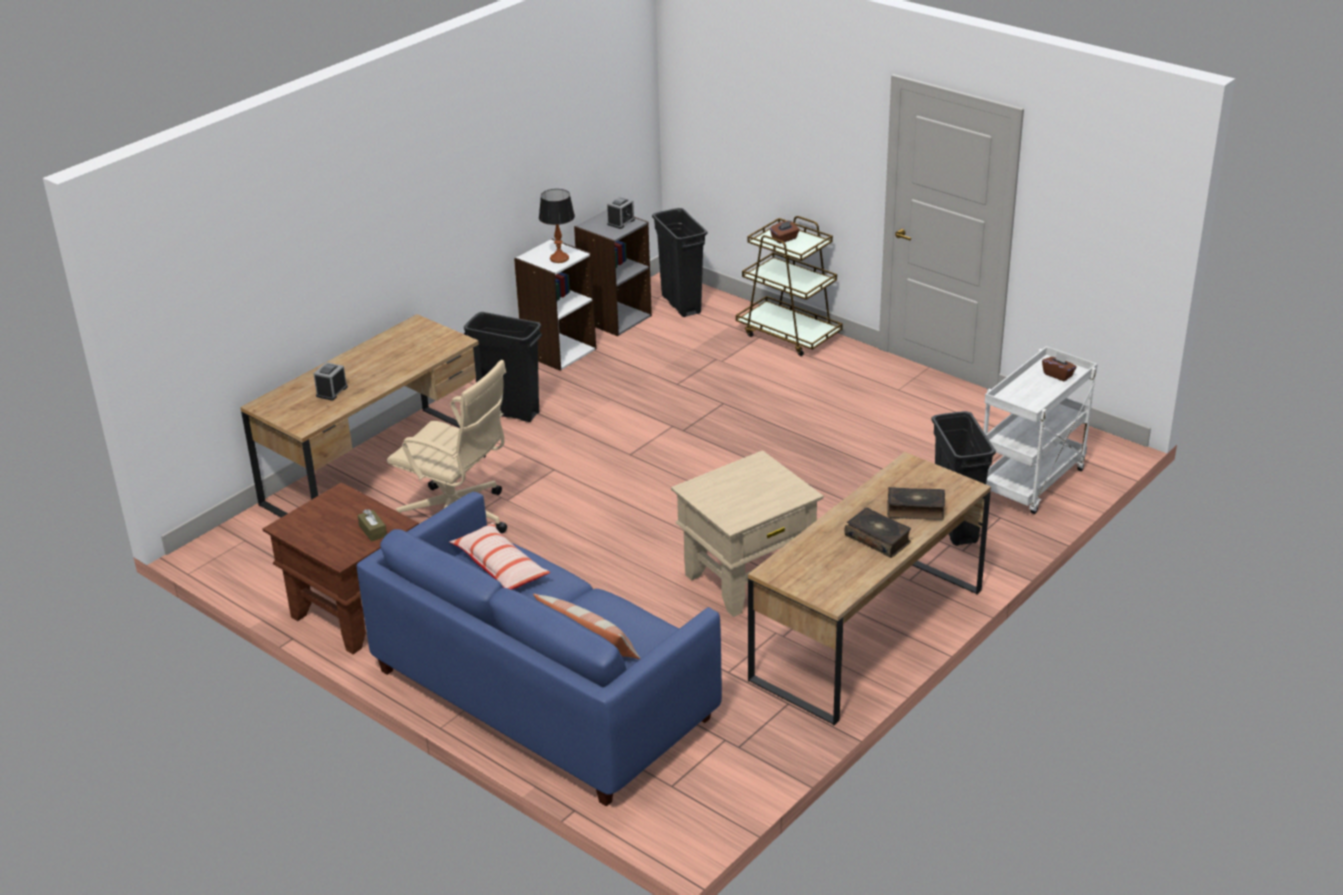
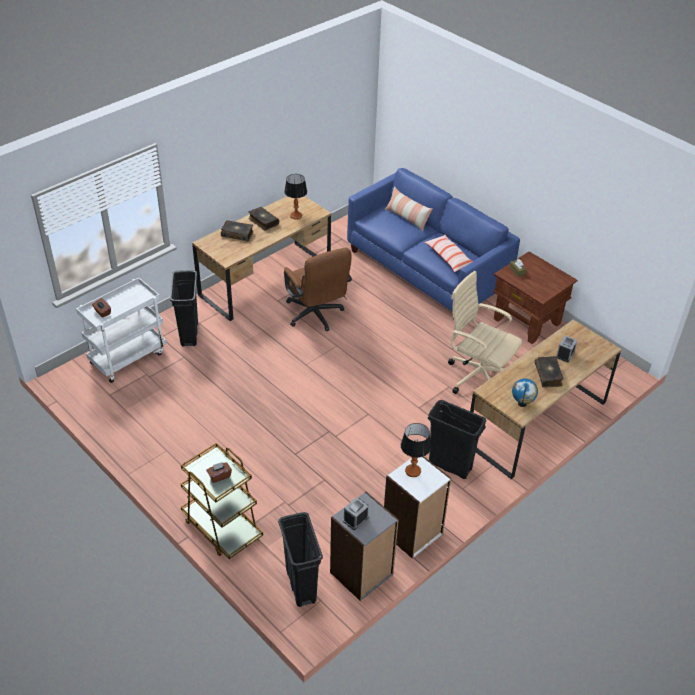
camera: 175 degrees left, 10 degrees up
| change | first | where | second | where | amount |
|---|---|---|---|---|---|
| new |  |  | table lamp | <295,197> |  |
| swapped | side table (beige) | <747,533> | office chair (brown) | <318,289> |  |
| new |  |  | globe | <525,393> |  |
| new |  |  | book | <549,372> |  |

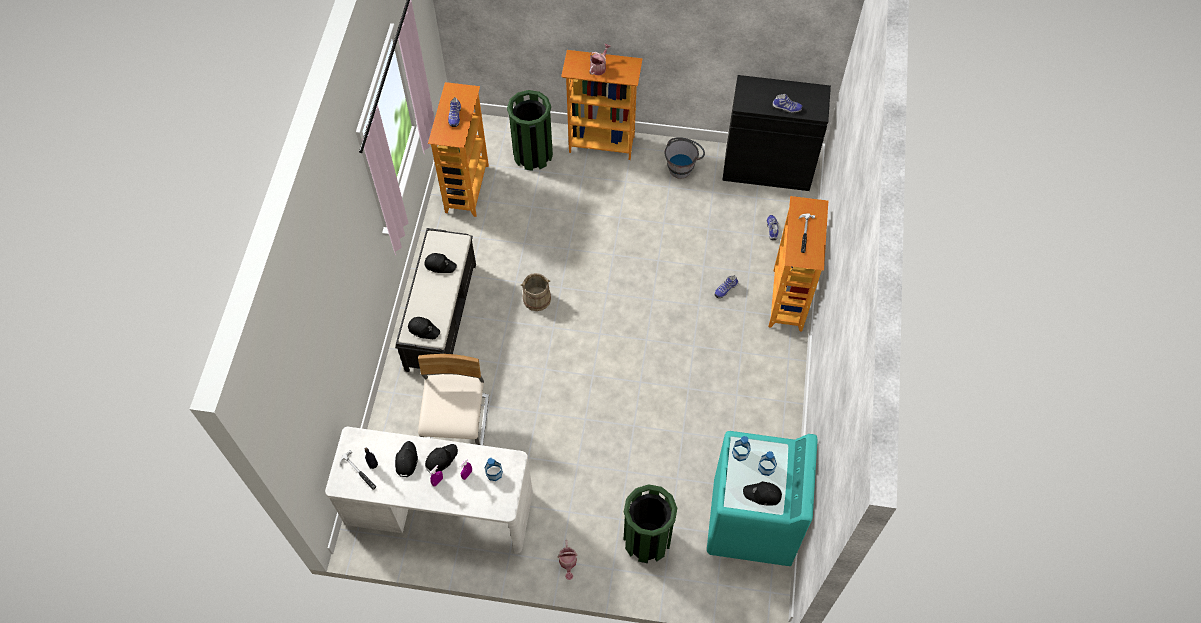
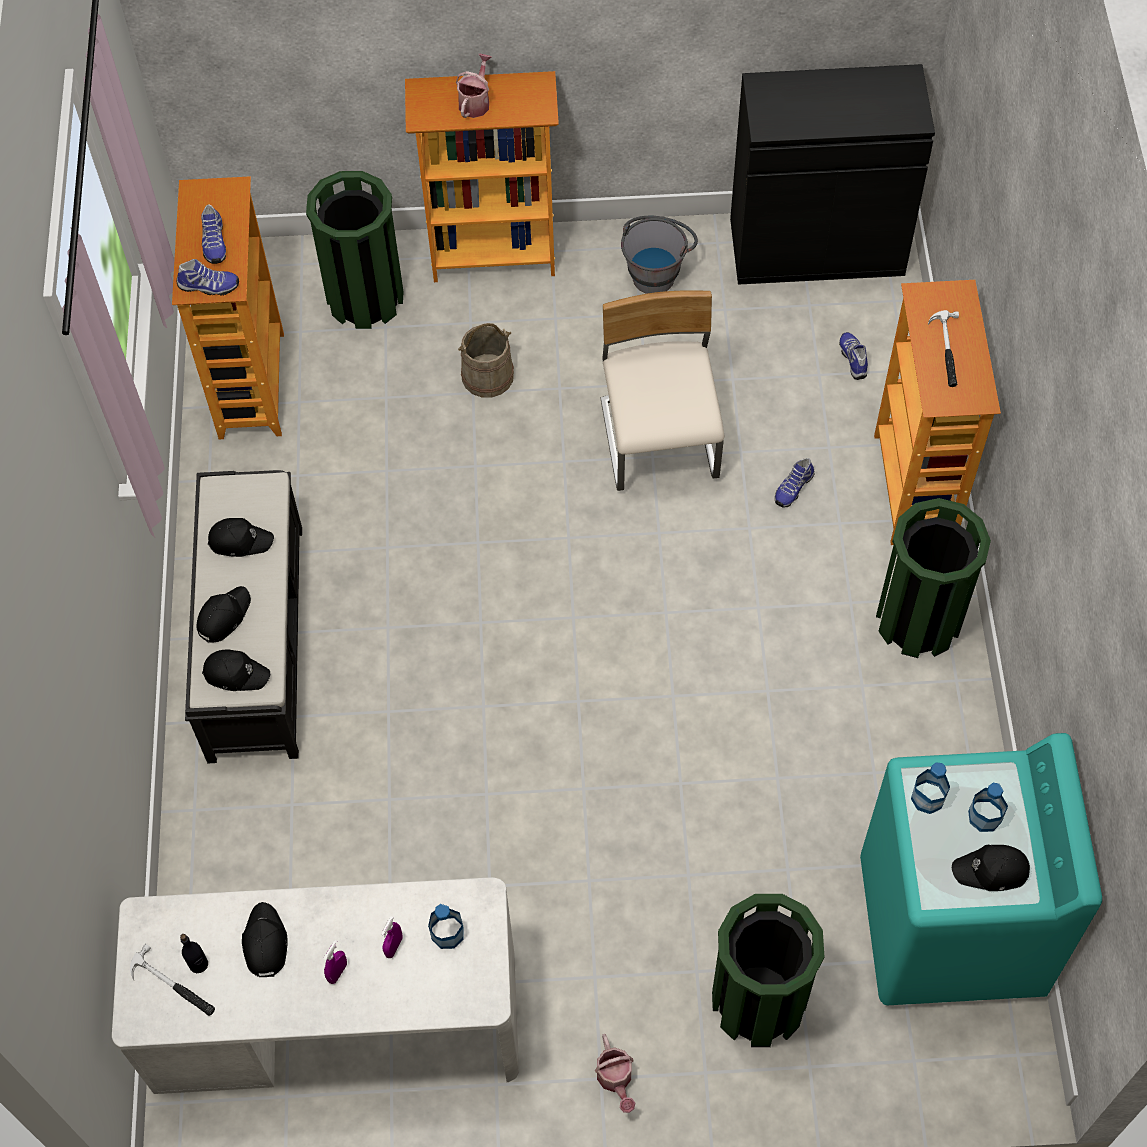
camera: 10 degrees left, 0 degrees up
| change | first | where | second | where | amount |
|---|---|---|---|---|---|
| shifted | shoe | <787,104> |  | <207,277> |  |
| shifted | cap (black) | <441,458> |  | <224,614> |  |
| shifted | bucket (beige) | <535,292> |  | <486,360> |  |
| shifted | chair (beige) | <453,399> |  | <662,390> |  |
| new |  |  | trash can (green) | <933,578> |  |

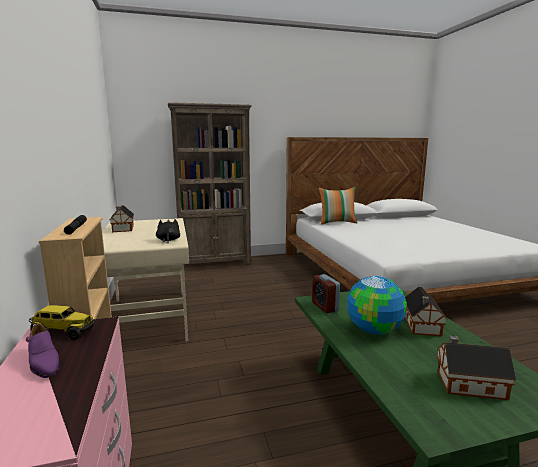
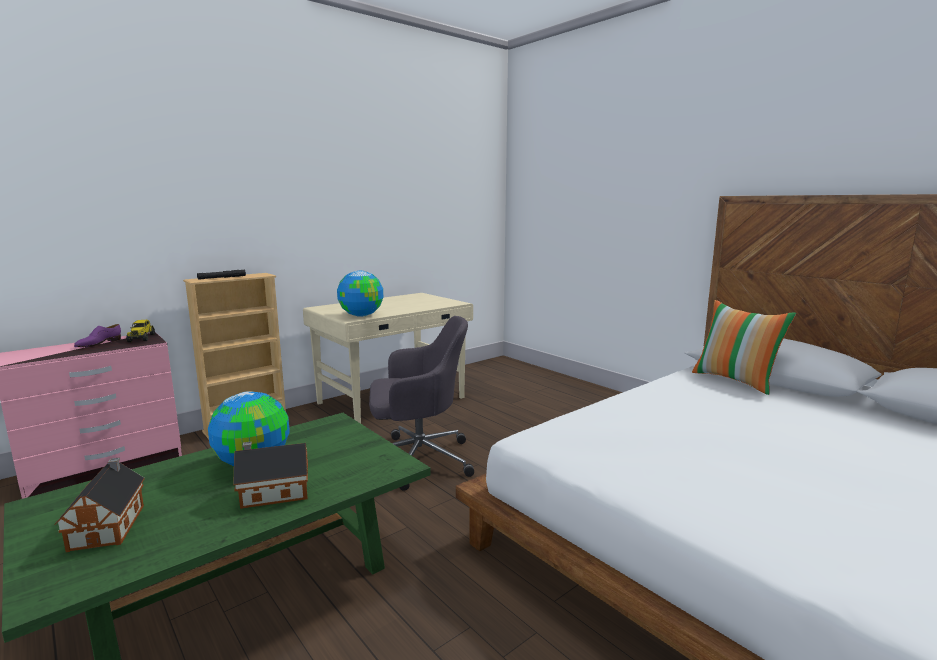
camera: 65 degrees right, 0 degrees up
| change | first | where | second | where | amount |
|---|---|---|---|---|---|
| swapped | plush toy (black) | <168,231> | globe | <360,294> |  |
| new |  |  | office chair (grey) | <421,403> |  |
| gone | toy house | <122,218> |  |  |  |
| gone | bookcase (brown) | <210,186> |  |  |  |
| gone | alarm clock | <326,293> |  |  |  |

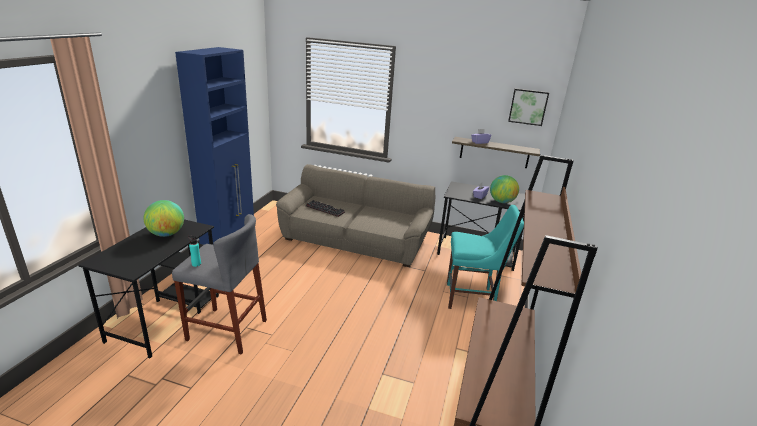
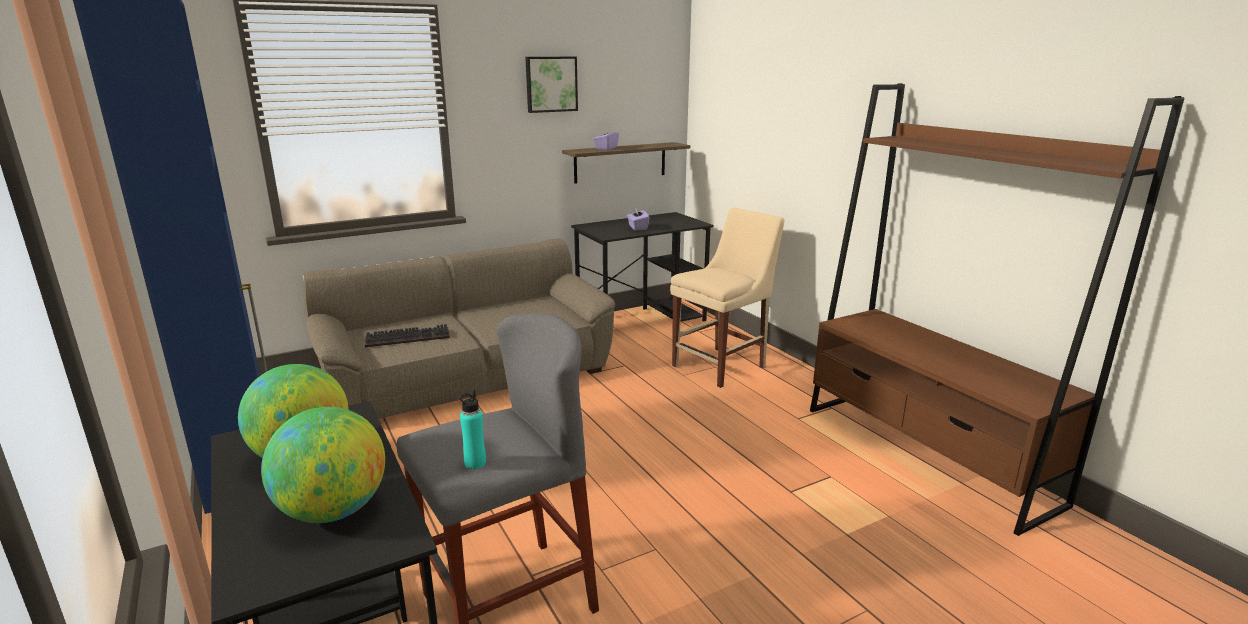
camera: 45 degrees left, 5 degrees down
| change | first | where | second | where | amount |
|---|---|---|---|---|---|
| shifted | globe | <504,189> |  | <323,465> |  |
| shifted | picture | <528,107> |  | <551,85> |  |
| repainted | chair (turquoise) | <485,257> | chair (beige) | <727,297> |  |

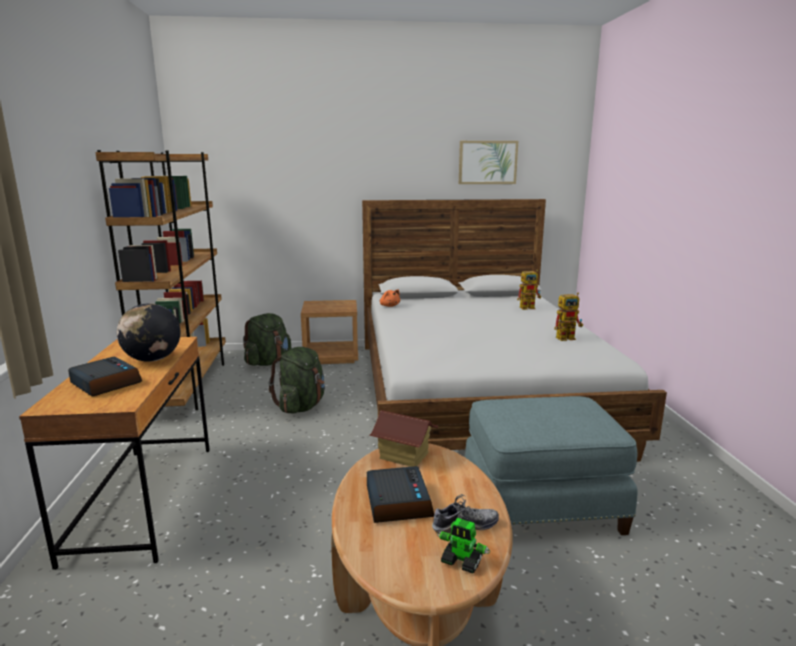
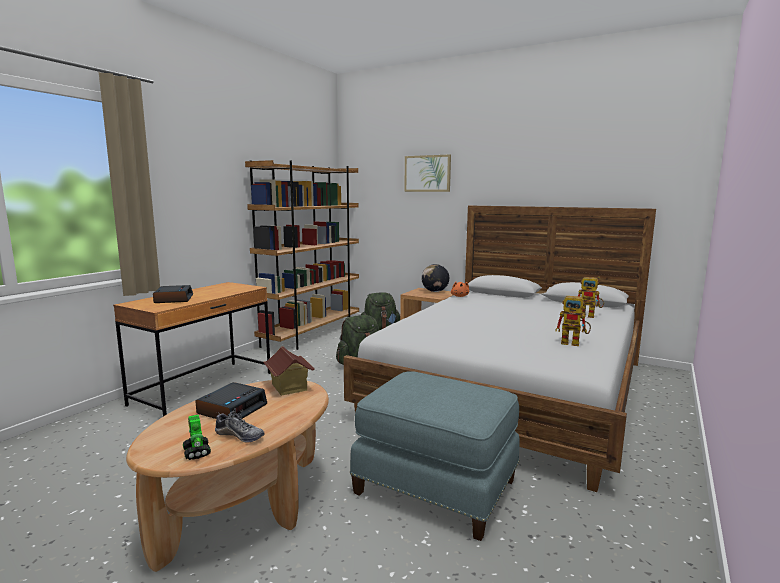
camera: 35 degrees right, 5 degrees down
| change | first | where | second | where | amount |
|---|---|---|---|---|---|
| shifted | picture | <488,162> |  | <427,173> |  |
| shifted | globe | <148,332> |  | <435,278> |  |

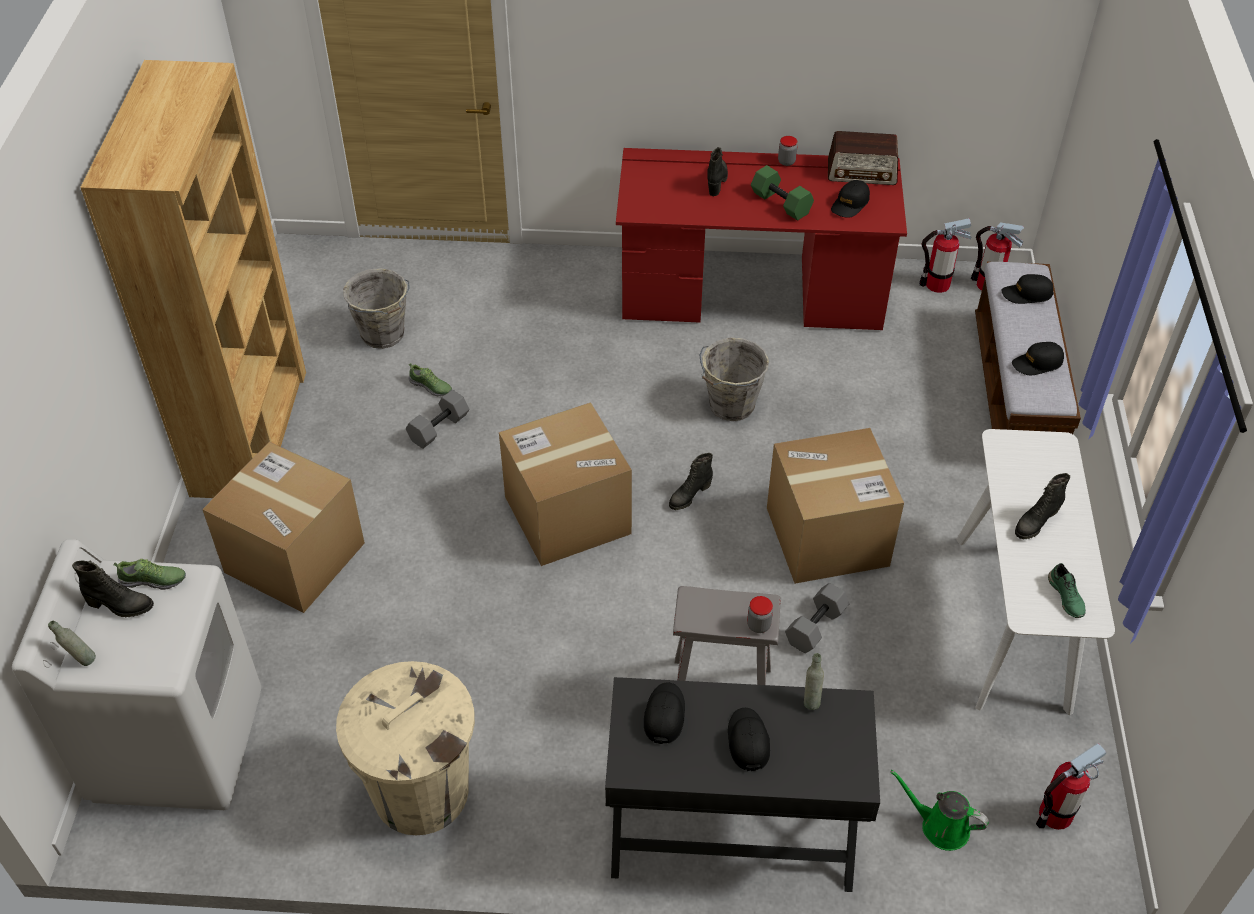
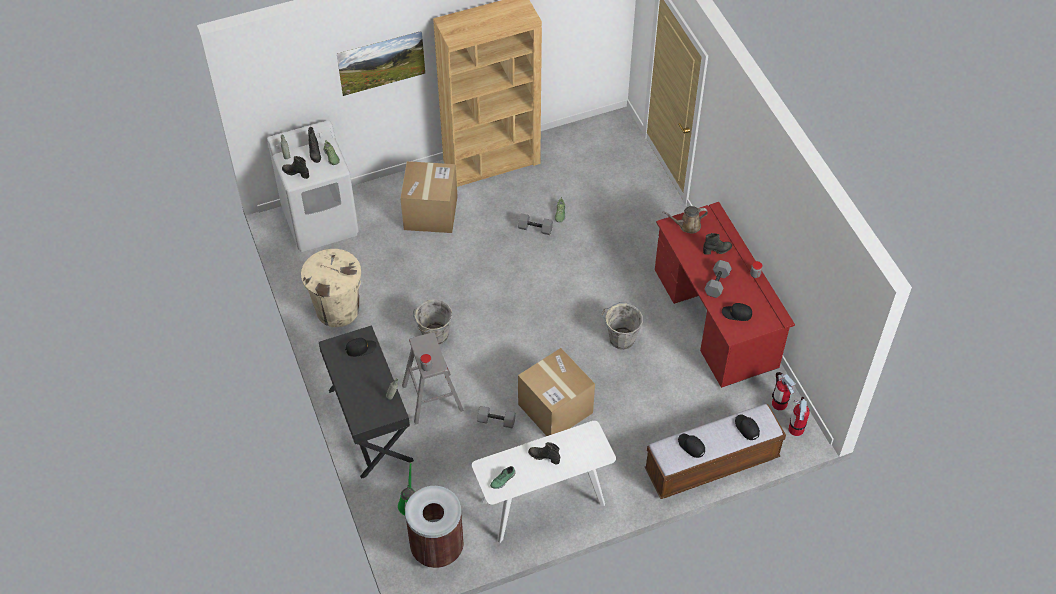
camera: 65 degrees right, 5 degrees up
| change | first | where | second | where | amount |
|---|---|---|---|---|---|
| shifted | boot (black) | <691,481> |  | <295,167> |  |
| new |  |  | picture | <381,63> |  |
| swapped | fire extinguisher | <1071,786> | trash can (brown) | <434,527> |  |
| shifted | bucket (grey) | <376,308> |  | <433,322> |  |
| new |  |  | watering can (brown) | <685,220> |  |
| repainted | dumbbell (green) | <782,193> | dumbbell (grey) | <718,279> |  |
| gone | cardboard box | <565,484> |  |  |  |
| gone | cap (black) | <749,740> |  |  |  |
| gone | radio | <863,158> |  |  |  |

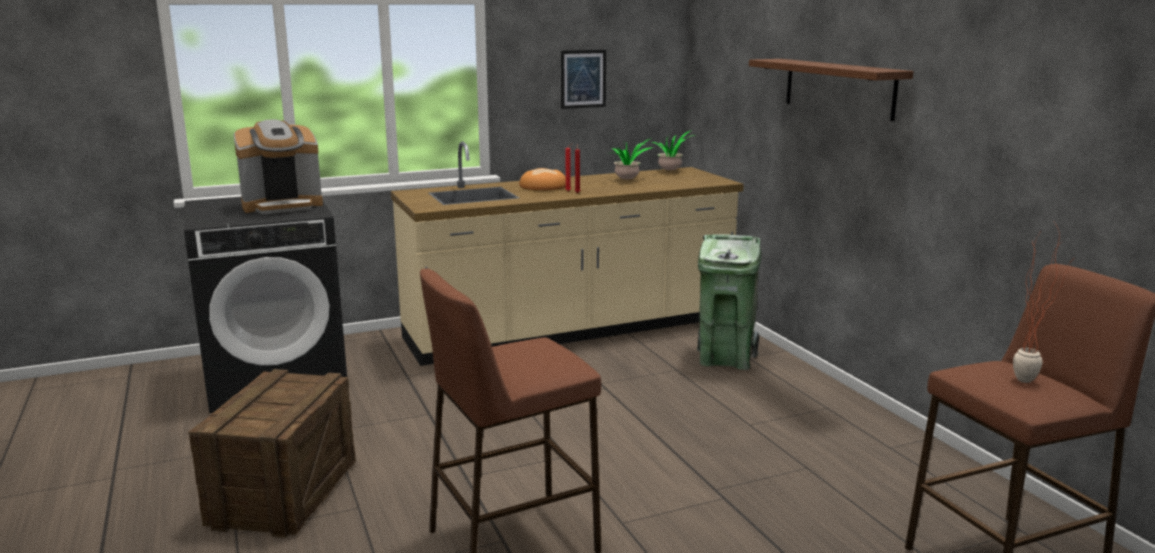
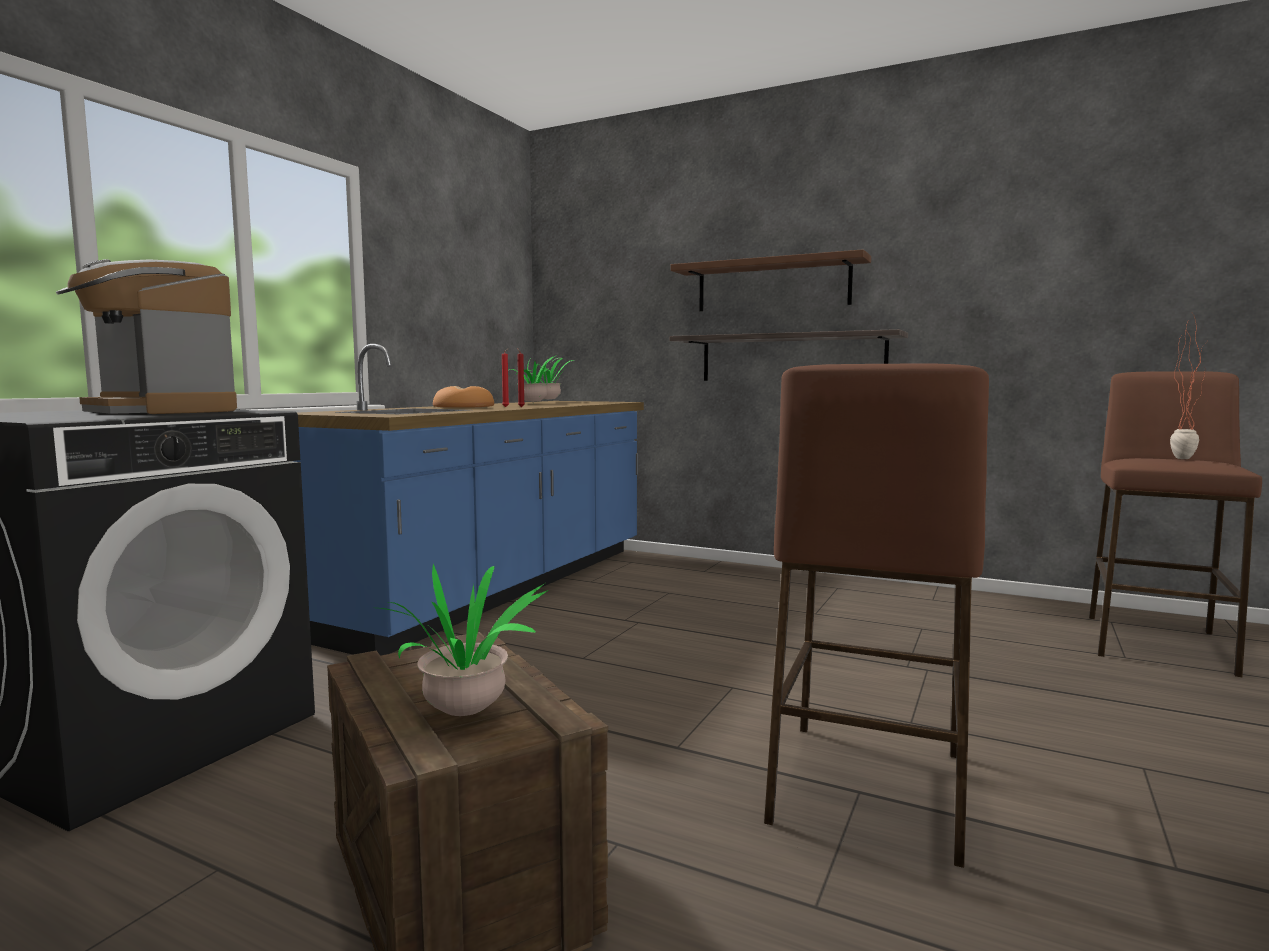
camera: 40 degrees left, 10 degrees down
| change | first | where | second | where | amount |
|---|---|---|---|---|---|
| rotated | coffee machine | <278,166> |  | <146,336> | 105 degrees clockwise |
| repainted | counter (beige) | <567,253> | counter (blue) | <468,500> |  |
| new |  |  | potted plant | <464,640> |  |
| new |  |  | shelf | <788,355> |  |
| gone | picture | <583,79> |  |  |  |
| gone | trash can (green) | <729,302> |  |  |  |

